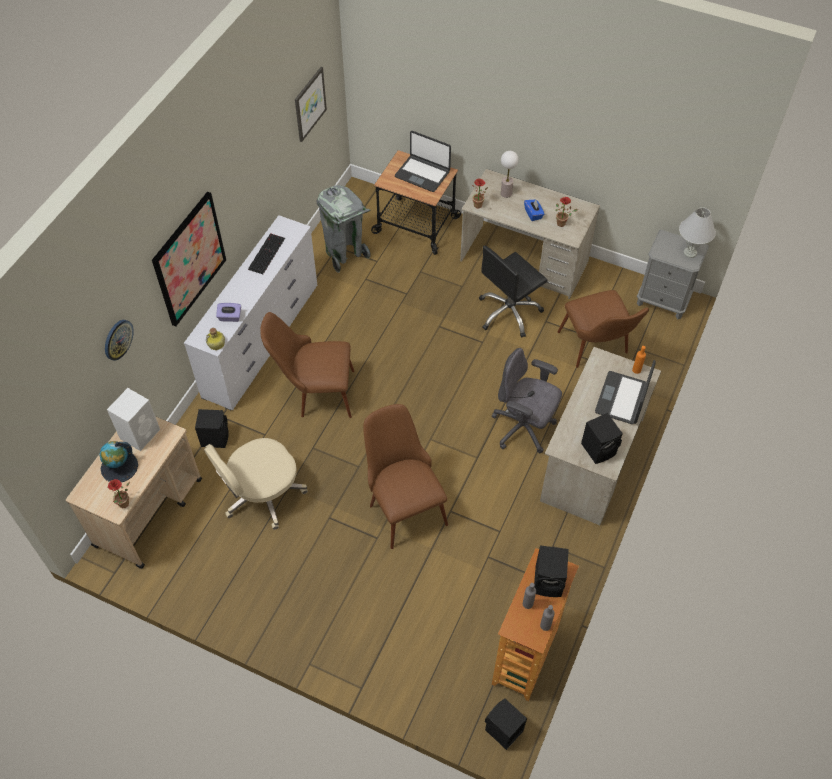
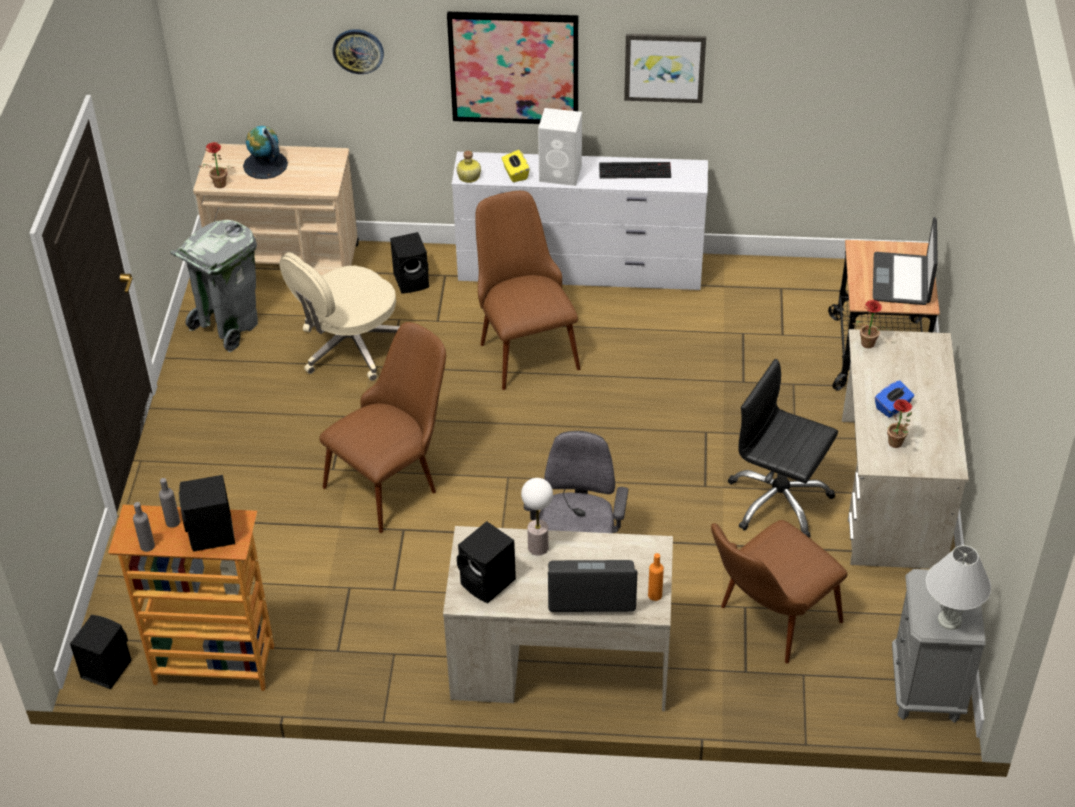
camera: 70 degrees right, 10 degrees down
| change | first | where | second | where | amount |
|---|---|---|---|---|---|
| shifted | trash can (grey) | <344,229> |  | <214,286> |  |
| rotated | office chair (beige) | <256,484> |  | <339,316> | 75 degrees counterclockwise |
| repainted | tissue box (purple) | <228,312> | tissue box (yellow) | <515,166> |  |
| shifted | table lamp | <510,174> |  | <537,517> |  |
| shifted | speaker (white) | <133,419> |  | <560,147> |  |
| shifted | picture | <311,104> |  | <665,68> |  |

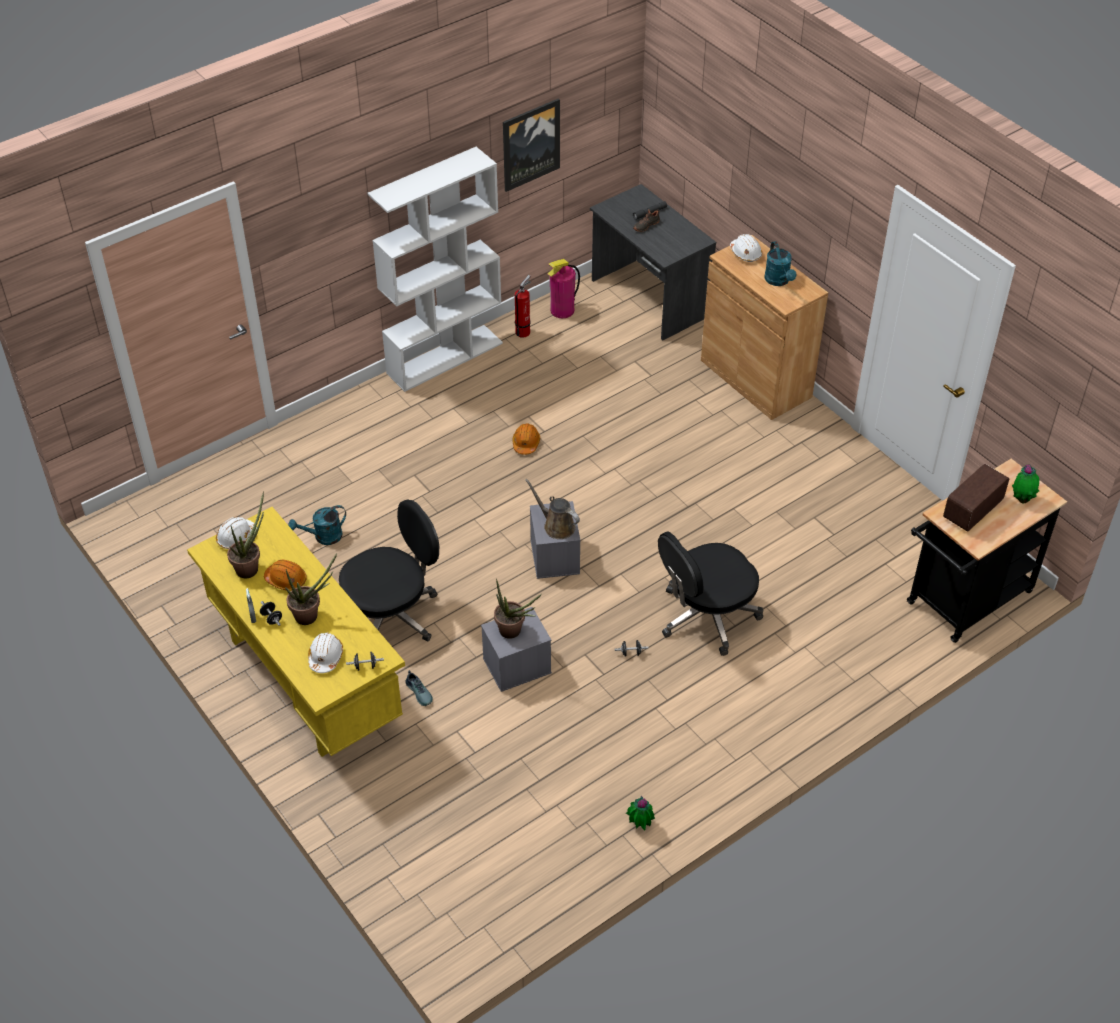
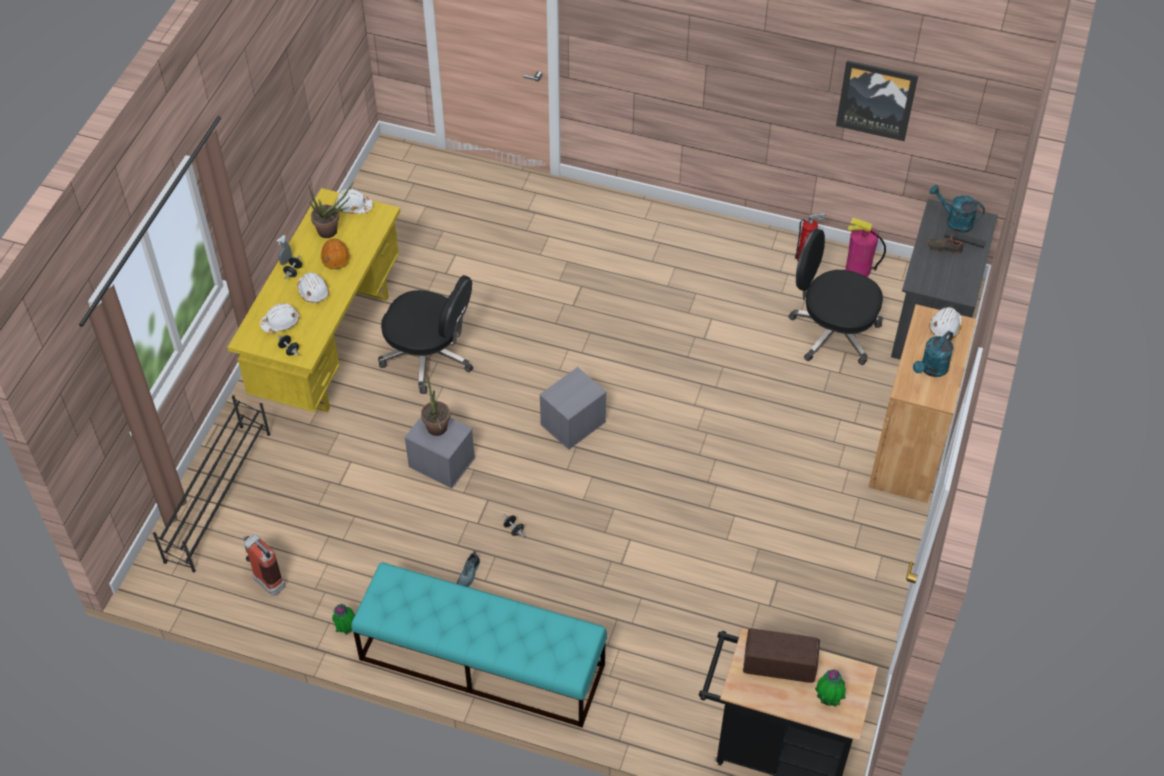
camera: 55 degrees right, 5 degrees up
| change | first | where | second | where | amount |
|---|---|---|---|---|---|
| new |  |  | shoe rack (black) | <211,483> |  |
| new |  |  | fire extinguisher | <264,565> |  |
| swapped | potted plant | <311,589> | hard hat (white) | <313,287> |  |
| new |  |  | bench (turquoise) | <479,644> |  |
| shifted | shoe | <419,688> |  | <468,569> |  |
| shifted | office chair (black) | <710,594> |  | <835,297> |  |
| shifted | watering can (turquoise) | <317,525> |  | <957,209> |  |
| gone | bookcase (white) | <435,269> |  |  |  |
| gone | hard hat (orange) | <526,439> |  |  |  |
| gone | watering can (brown) | <552,509> |  |  |  |

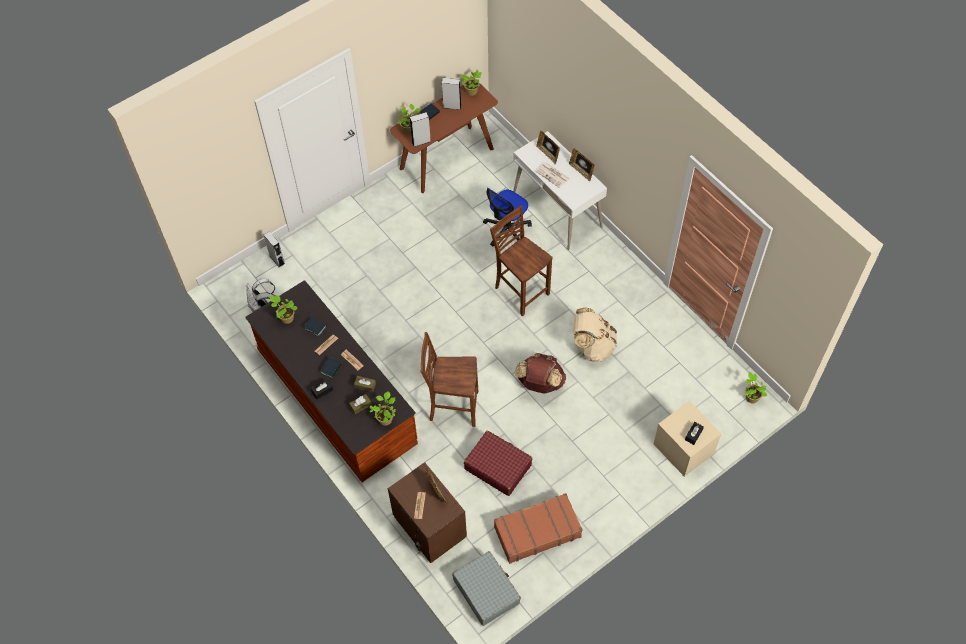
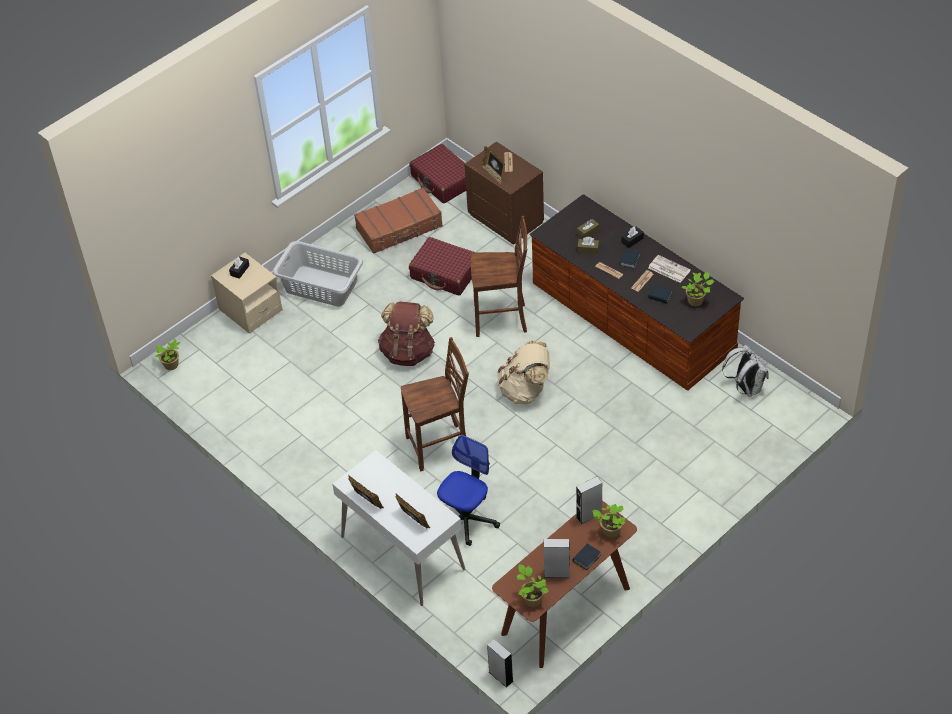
camera: 175 degrees right, 10 degrees down
| change | first | where | second | where | amount |
|---|---|---|---|---|---|
| new |  |  | laundry basket (grey) | <318,273> |  |
| rotated | chair (brown) | <521,261> |  | <435,404> | 60 degrees counterclockwise |
| repainted | suitcase (grey) | <486,588> | suitcase (red) | <438,174> |  |
| shifted | speaker (grey) | <274,249> |  | <500,663> |  |
| shifted | backpack (beige) | <595,335> |  | <524,372> |  |
| shifted | newspaper | <553,175> |  | <669,269> |  |
| gone | potted plant | <383,408> |  |  |  |

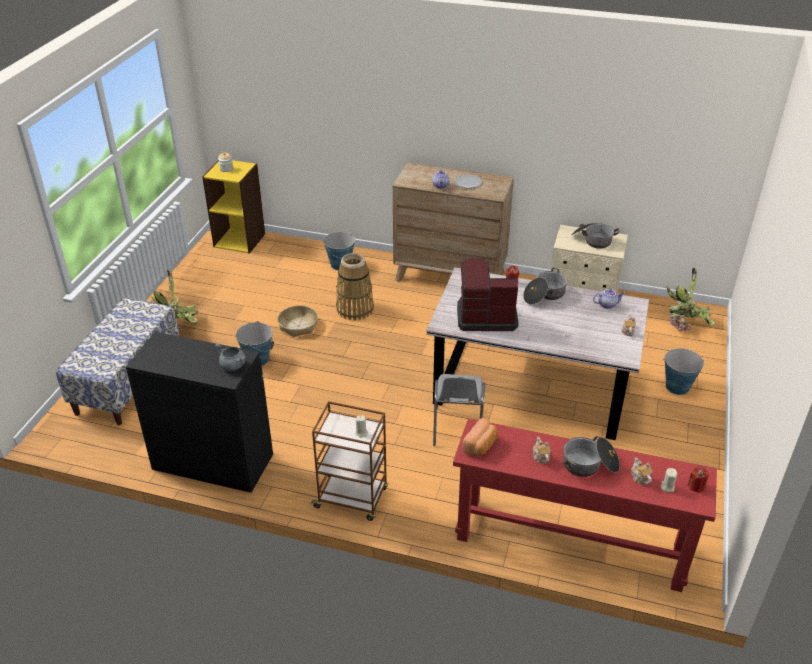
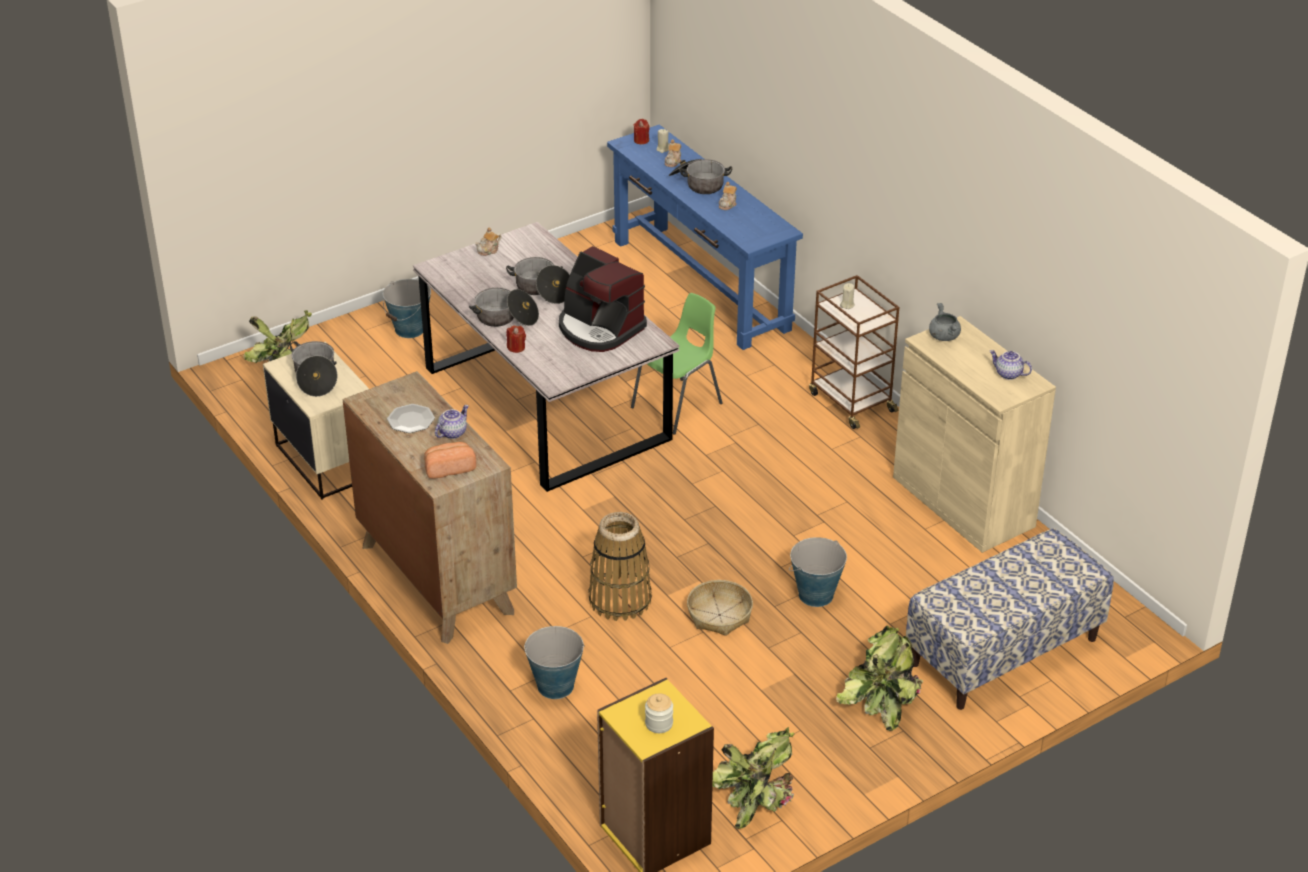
camera: 140 degrees left, 0 degrees up
| change | first | where | second | where | amount |
|---|---|---|---|---|---|
| shifted | bread | <480,437> |  | <450,460> |  |
| new |  |  | cooking pot | <538,280> |  |
| repainted | console table (red) | <585,505> | console table (blue) | <705,237> |  |
| repainted | chair (grey) | <459,410> | chair (green) | <677,363> |  |
| new |  |  | potted plant | <753,778> |  |
| repainted | cabinet (black) | <199,412> | cabinet (beige) | <974,434> |  |
| shifted | teapot | <609,299> |  | <1011,365> |  |

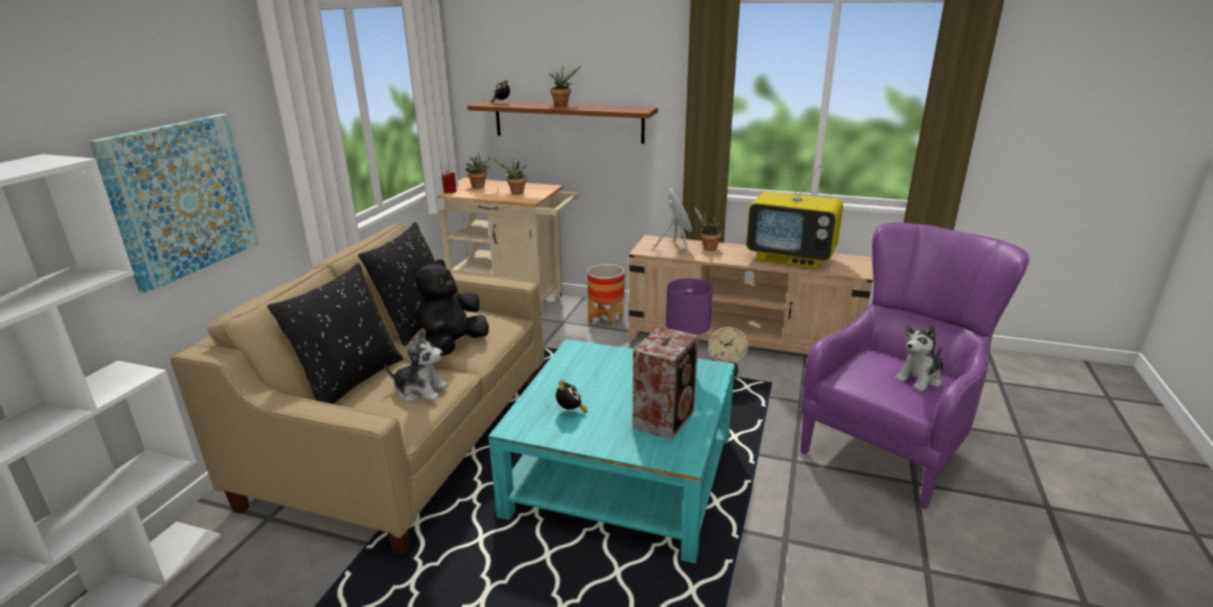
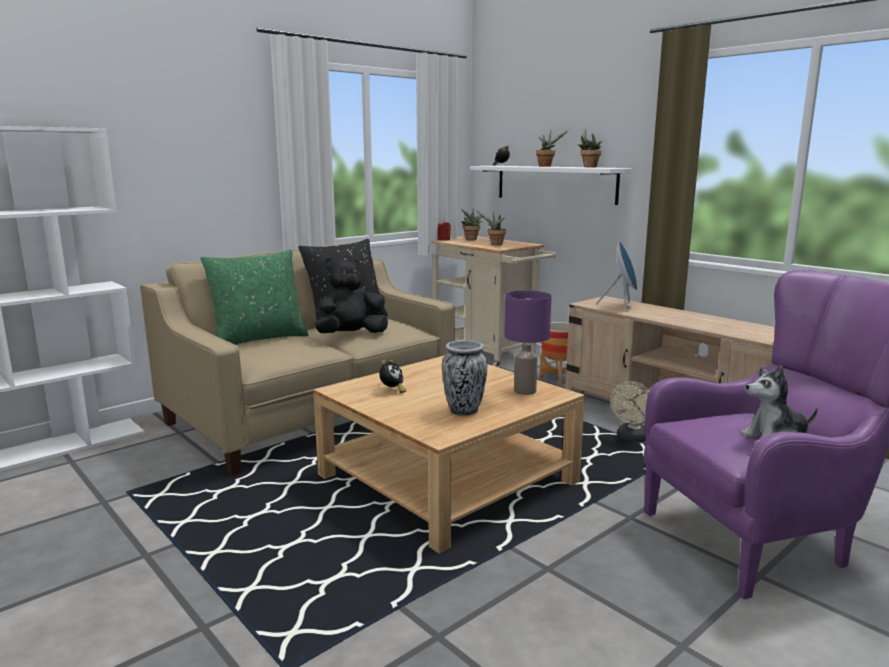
camera: 30 degrees right, 10 degrees down
| change | first | where | second | where | amount |
|---|---|---|---|---|---|
| repainted | pillow (black) | <335,333> | pillow (green) | <255,297> |  |
| repainted | coffee table (turquoise) | <611,451> | coffee table (beige) | <449,454> |  |
| swapped | speaker | <665,383> | vase | <465,378> |  |
| repainted | shelf (brown) | <562,122> | shelf (white) | <551,185> |  |
| shifted | potted plant | <708,228> |  | <589,148> |  |
| gone | picture | <174,203> |  |  |  |
| gone | plush toy | <417,366> |  |  |  |
| gone | television | <794,215> |  |  |  |

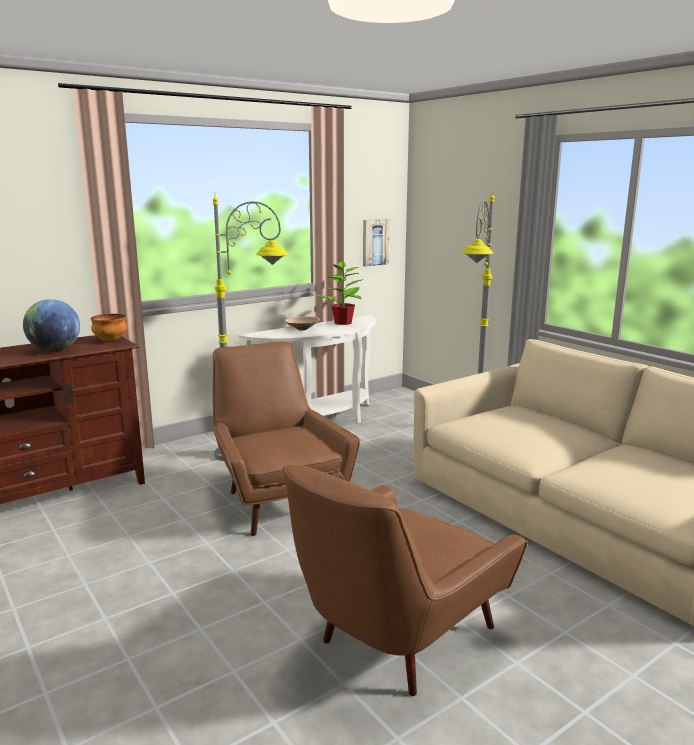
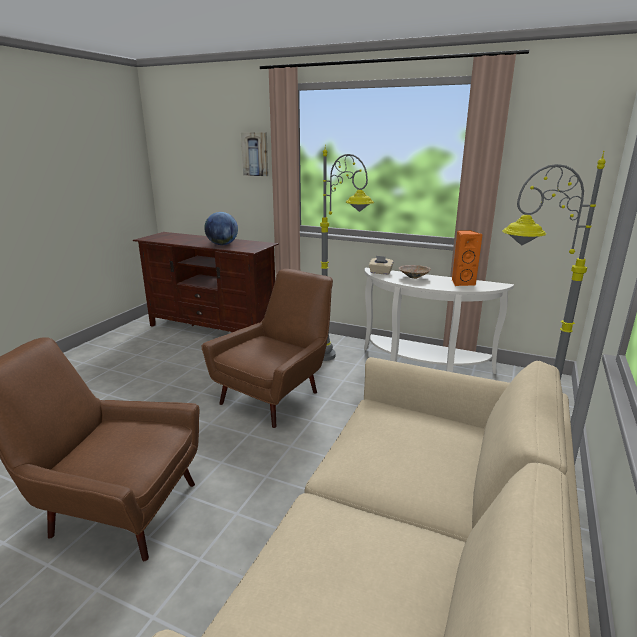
camera: 60 degrees right, 5 degrees up
| change | first | where | second | where | amount |
|---|---|---|---|---|---|
| shifted | picture | <376,243> |  | <254,154> |  |
| new |  |  | tissue box (beige) | <381,265> |  |
| swapped | potted plant | <339,293> | speaker (orange) | <467,258> |  |
| gone | bowl | <109,327> |  |  |  |

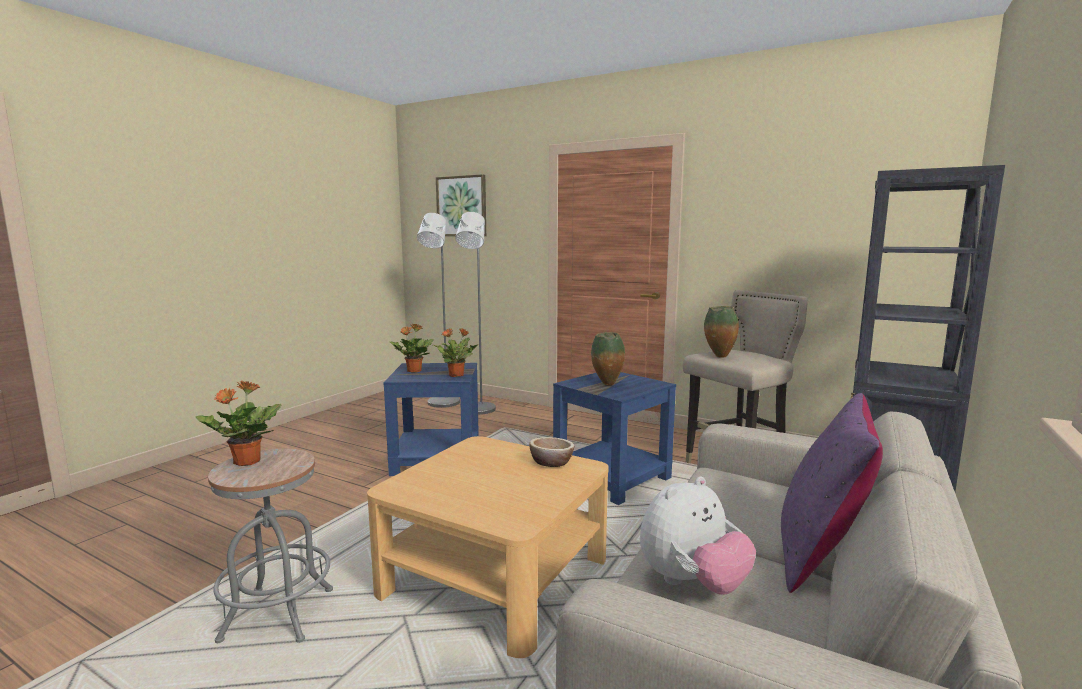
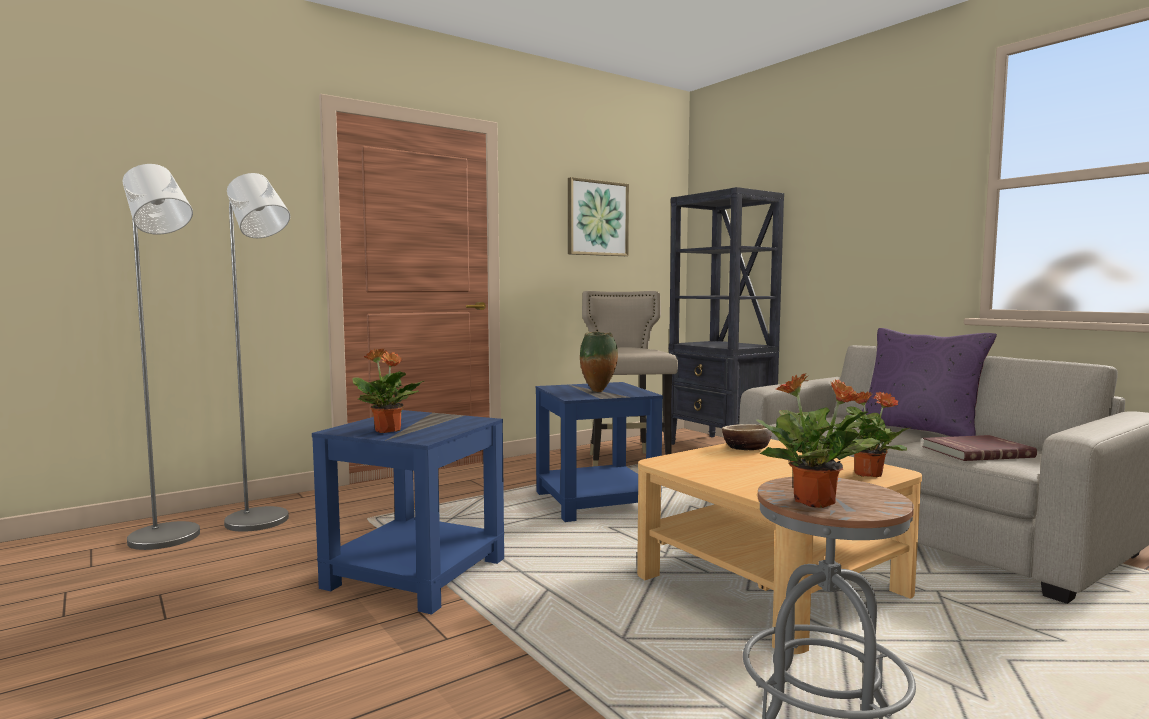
camera: 65 degrees left, 5 degrees down
| change | first | where | second | where | amount |
|---|---|---|---|---|---|
| shifted | picture | <461,205> |  | <598,216> |  |
| shifted | potted plant | <456,352> |  | <870,434> |  |
| swapped | plush toy | <698,535> | book (red) | <980,448> |  |
| gone | vase | <721,332> |  |  |  |

